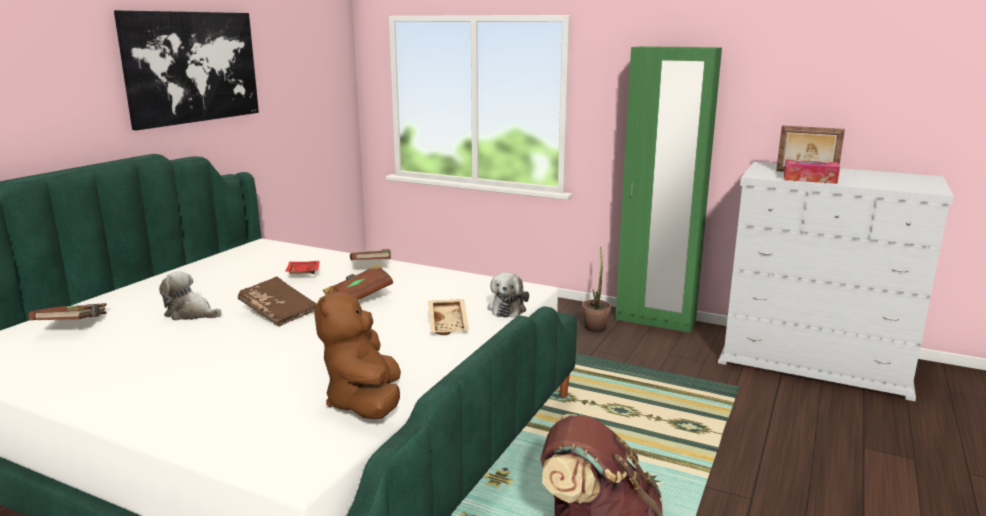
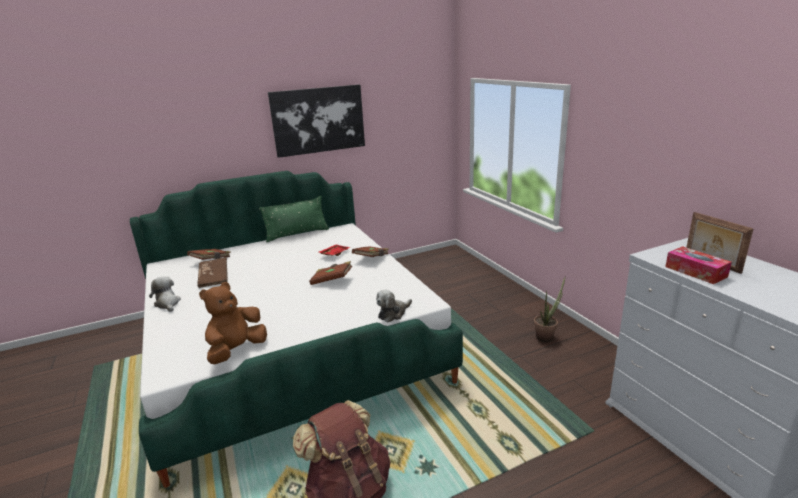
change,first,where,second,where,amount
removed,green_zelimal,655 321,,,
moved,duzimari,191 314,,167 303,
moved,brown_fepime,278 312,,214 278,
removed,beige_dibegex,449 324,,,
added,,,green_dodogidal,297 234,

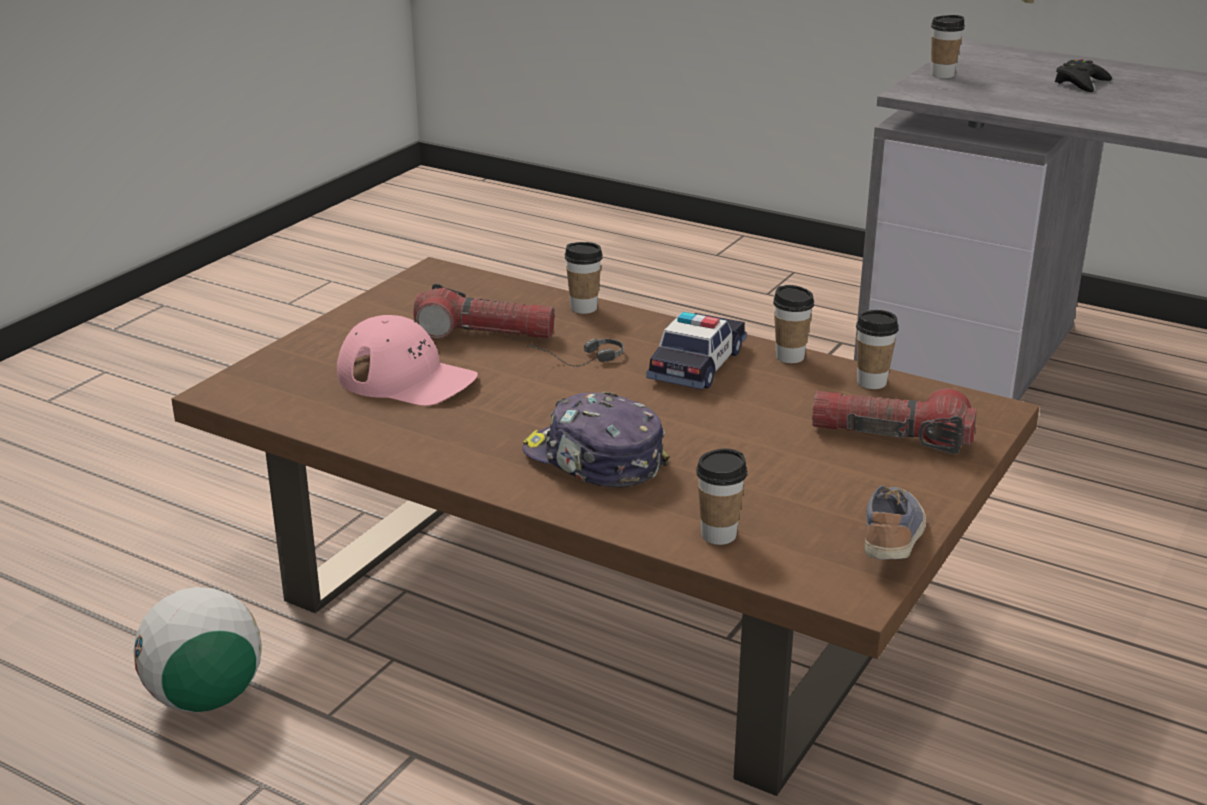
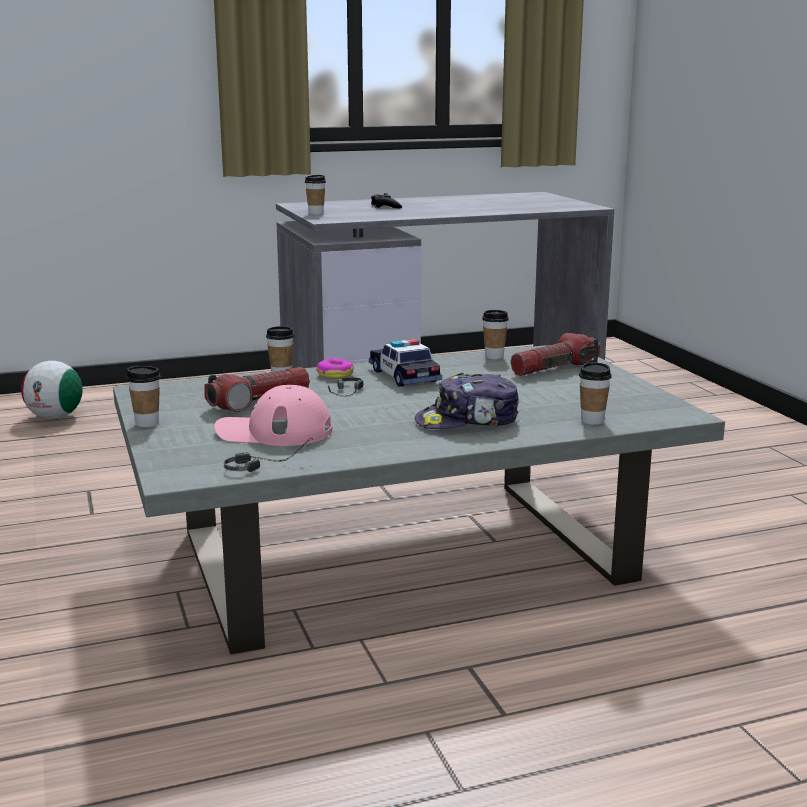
change,first,where,second,where,amount
recoloured,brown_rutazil,596 597,grey_rutazil,401 558,
moved,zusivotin,790 357,,147 423,
turned,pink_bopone,407 378,,273 431,150 degrees counterclockwise
removed,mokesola,892 540,,,
moved,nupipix,206 698,,55 417,
added,,,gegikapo,335 374,
added,,,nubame,267 463,

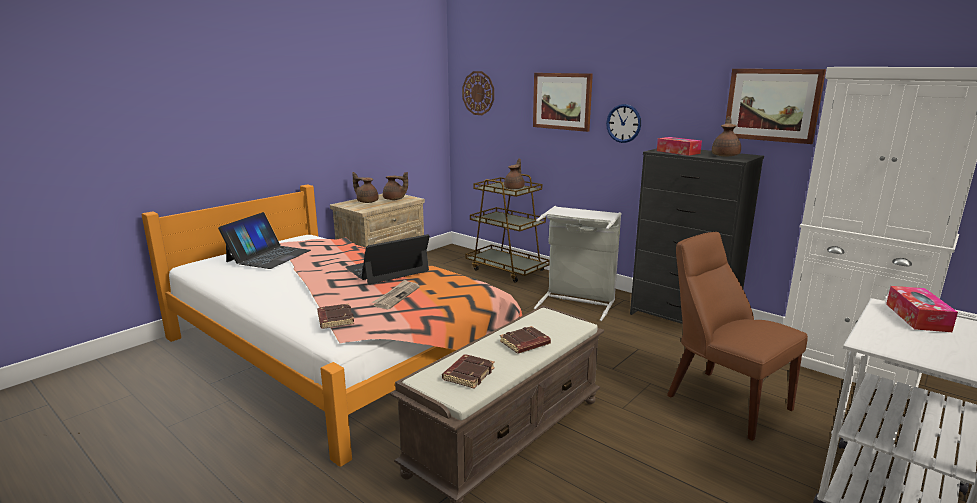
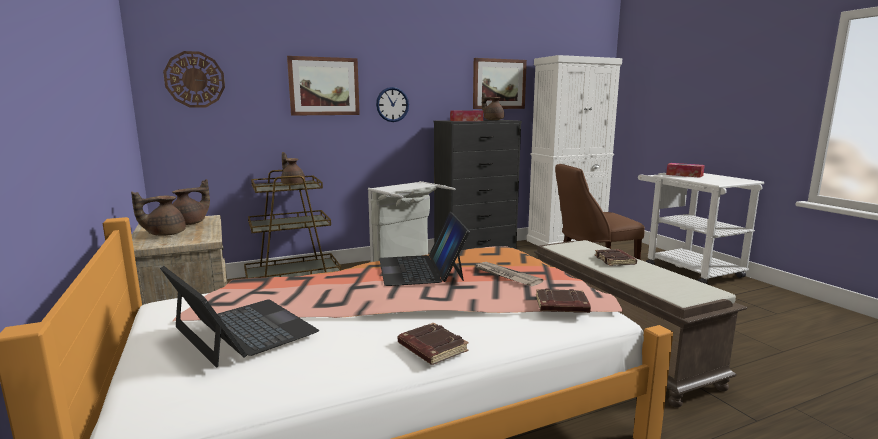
change,first,where,second,where,amount
moved,brown_fepime,468 374,,431 348,

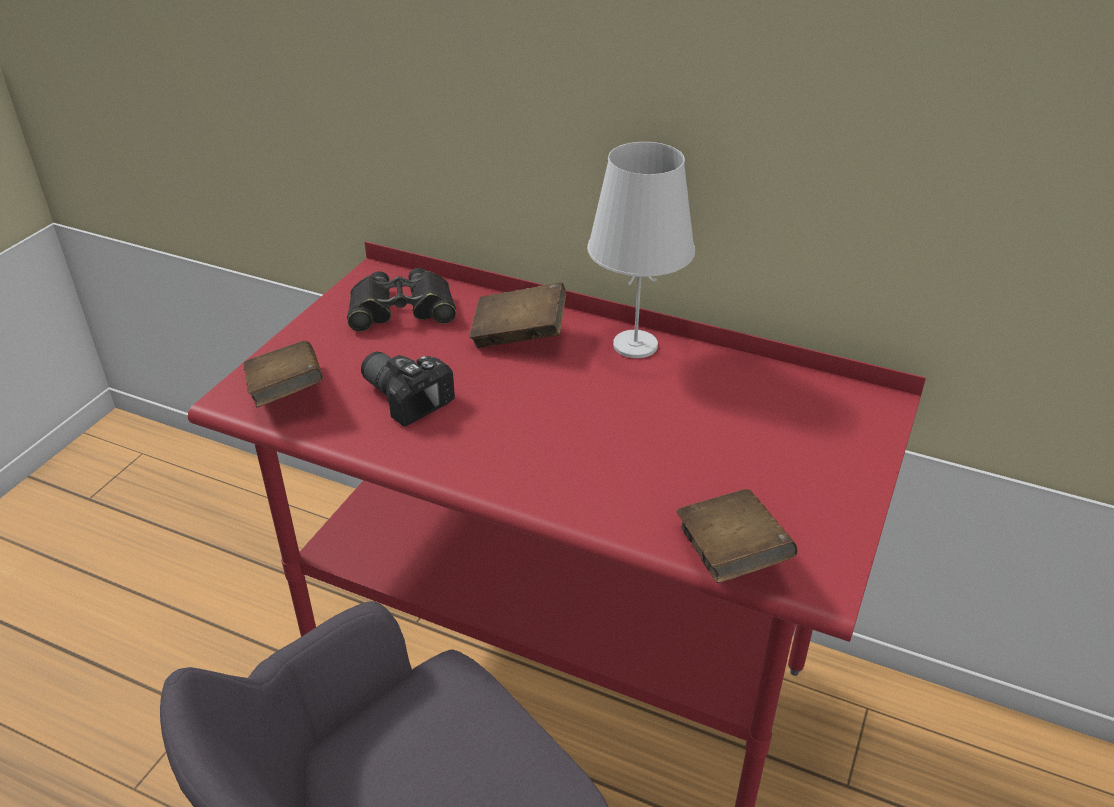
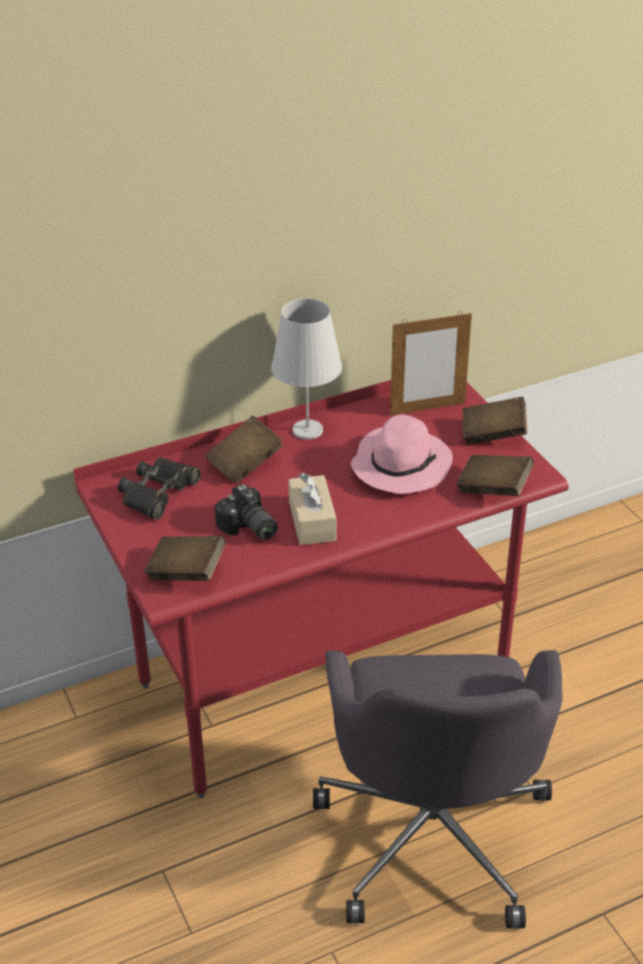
change,first,where,second,where,amount
turned,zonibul,407 395,,248 528,120 degrees counterclockwise
added,,,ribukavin,427 409,
added,,,brown_fepime,493 434,
added,,,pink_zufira,401 465,
added,,,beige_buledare,312 521,

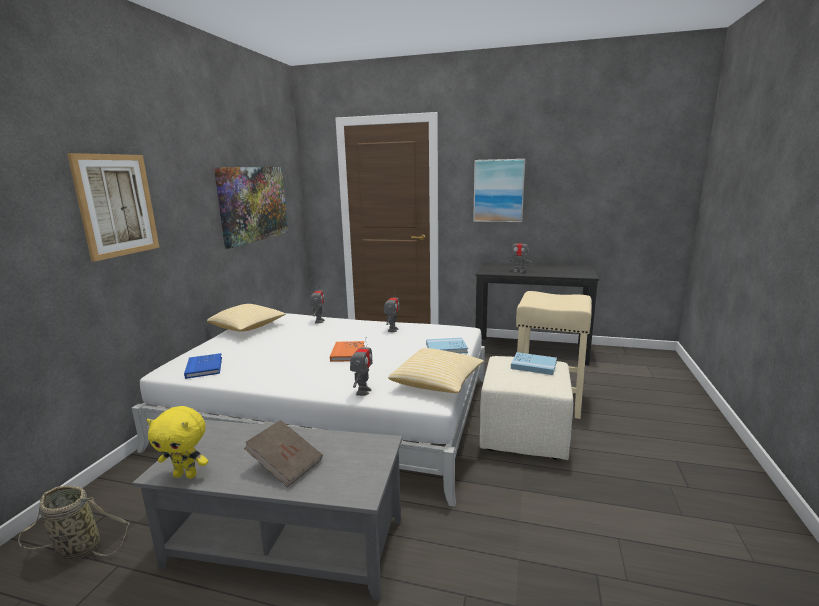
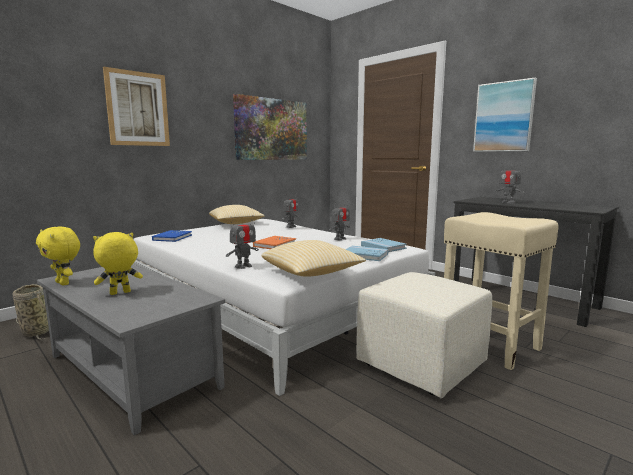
change,first,where,second,where,amount
moved,blue_fepime,533 365,,383 247,
replaced,brown_fepime,286 465,yellow_duzimari,120 293,

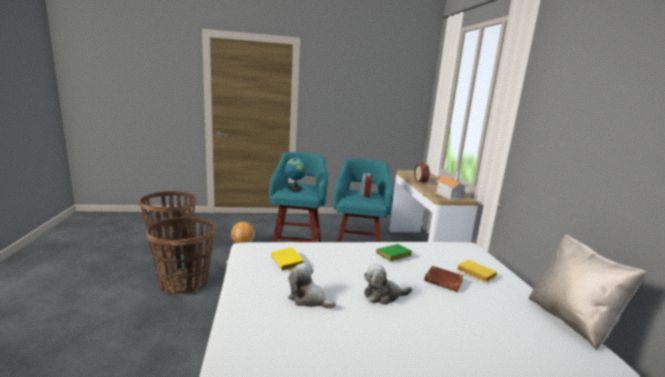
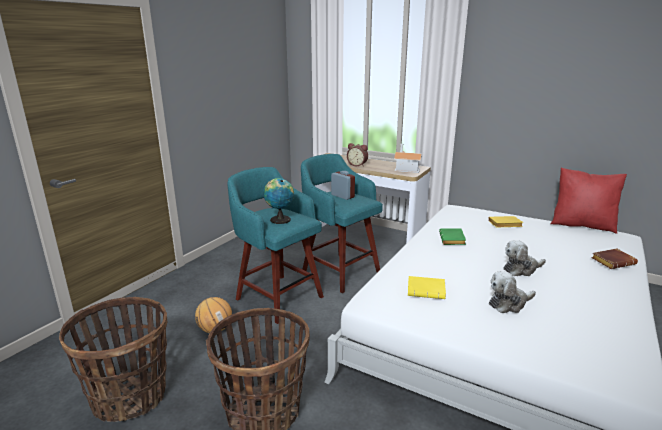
change,first,where,second,where,amount
recoloured,beige_dodogidal,571 320,red_dodogidal,582 225,
turned,duzimari,383 295,,521 269,45 degrees clockwise
moved,brown_fepime,444 281,,613 261,

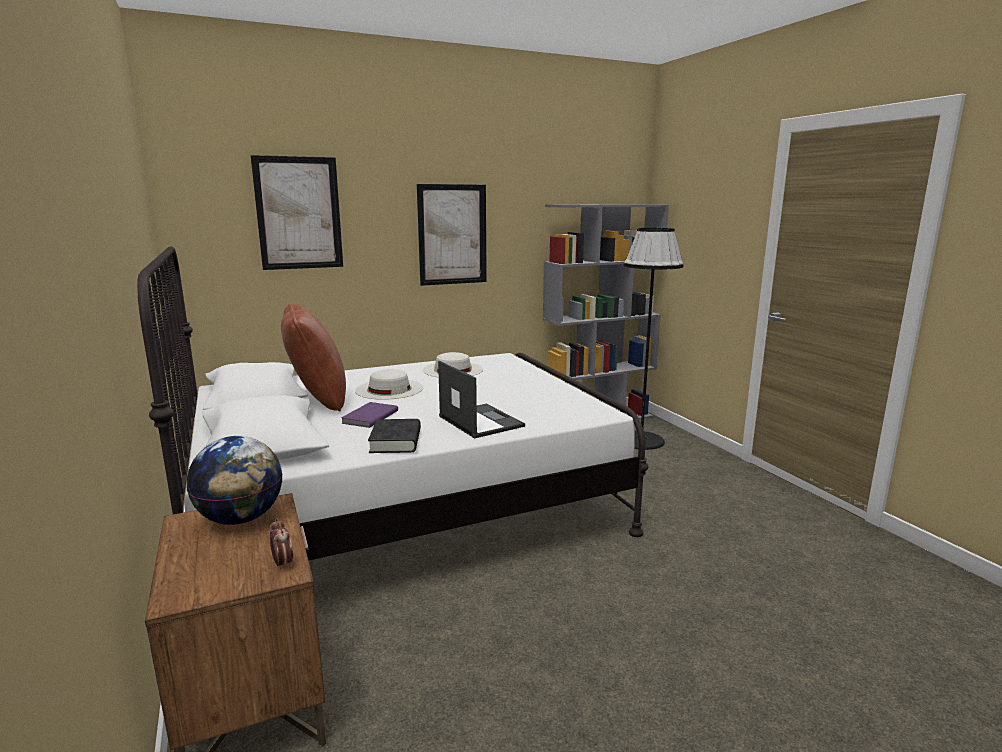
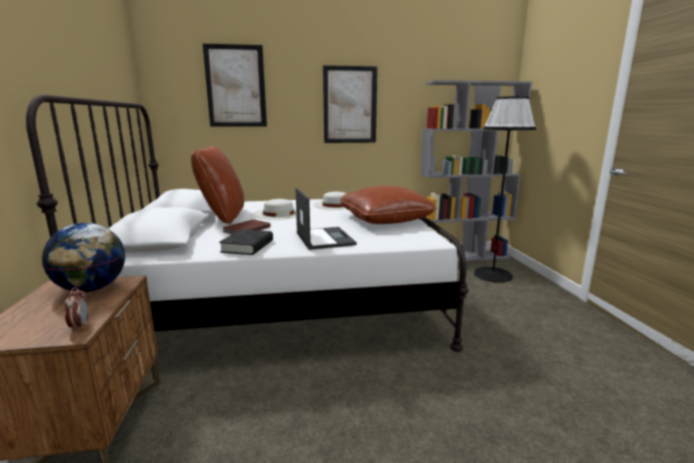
change,first,where,second,where,amount
recoloured,purple_fepime,368 417,brown_fepime,245 229,
added,,,brown_dodogidal,385 220,

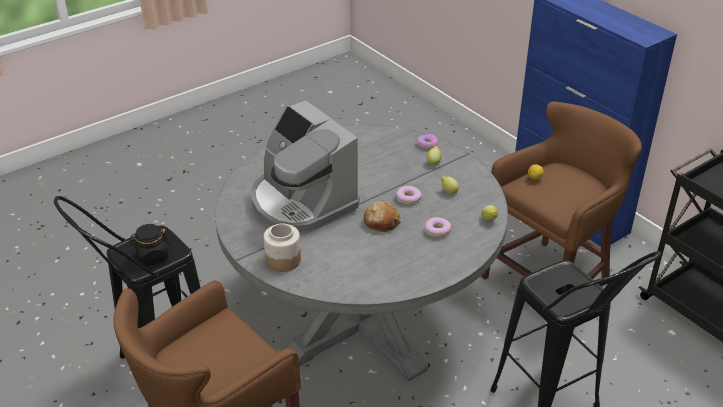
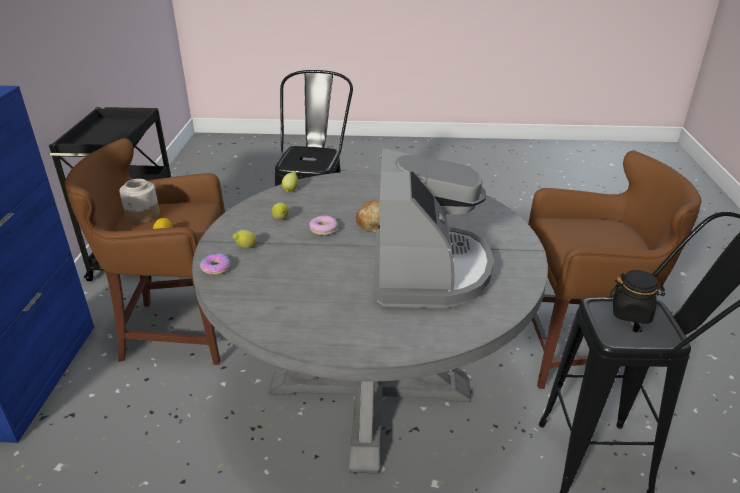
change,first,where,second,where,amount
removed,gegikapo,437 231,,,
moved,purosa,282 260,,143 215,

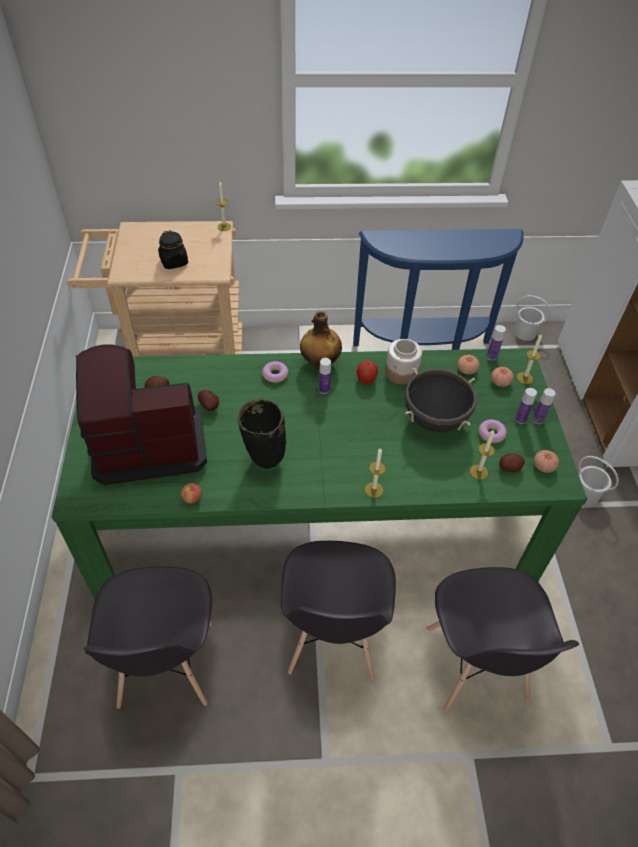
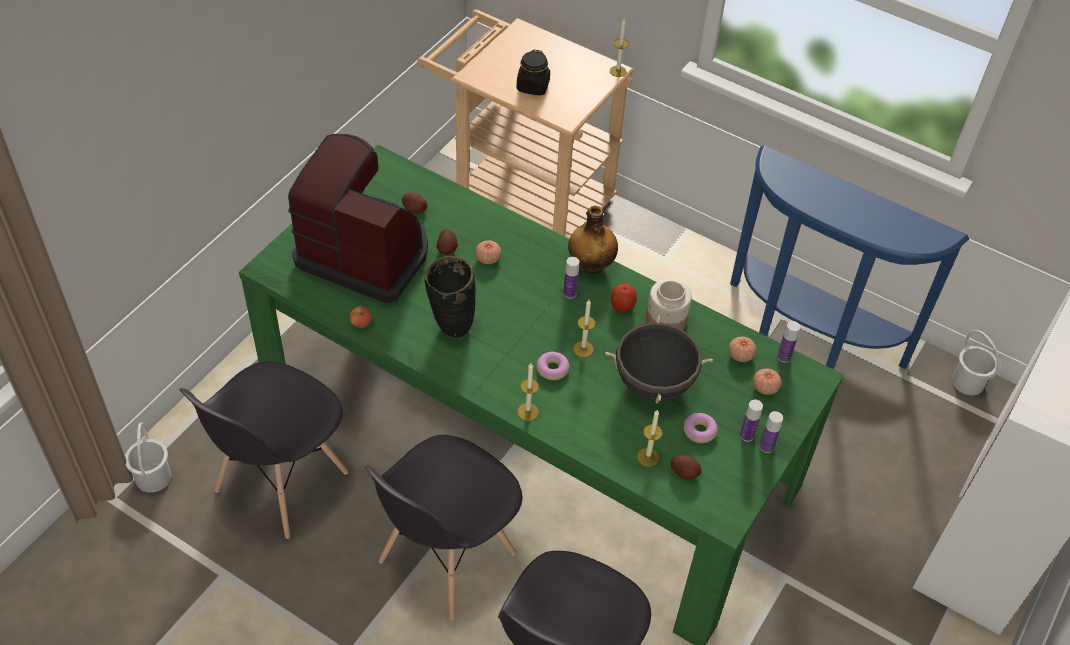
change,first,where,second,where,amount
moved,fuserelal,524 378,,583 349,
moved,gegikapo,275 374,,552 369,
moved,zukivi,544 466,,488 258,
moved,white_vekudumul,585 495,,152 477,

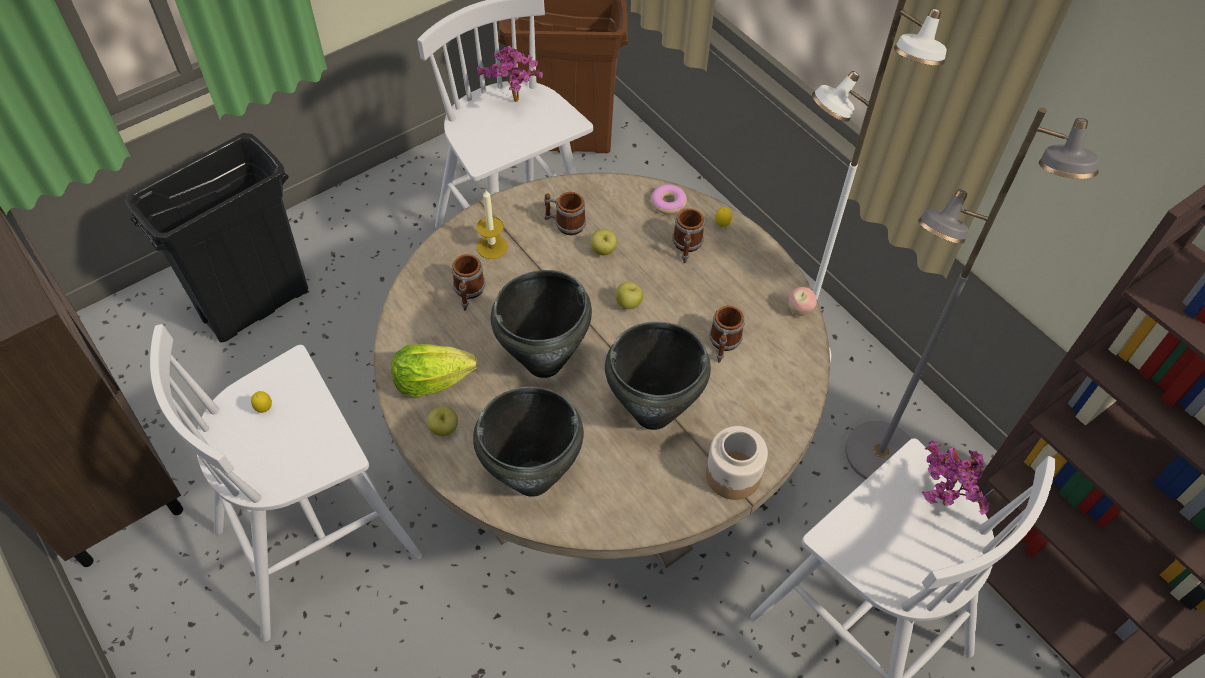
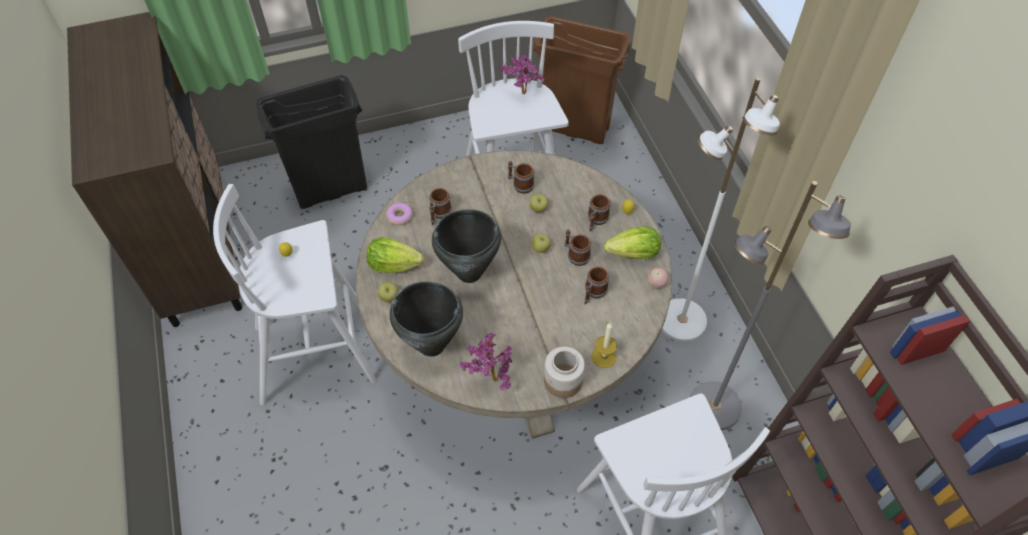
change,first,where,second,where,amount
moved,gegikapo,668 203,,400 216,
moved,fuserelal,492 247,,604 357,
removed,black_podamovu,653 414,,,
moved,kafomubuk,939 505,,490 379,
added,,,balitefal,634 254,
added,,,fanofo,575 255,

